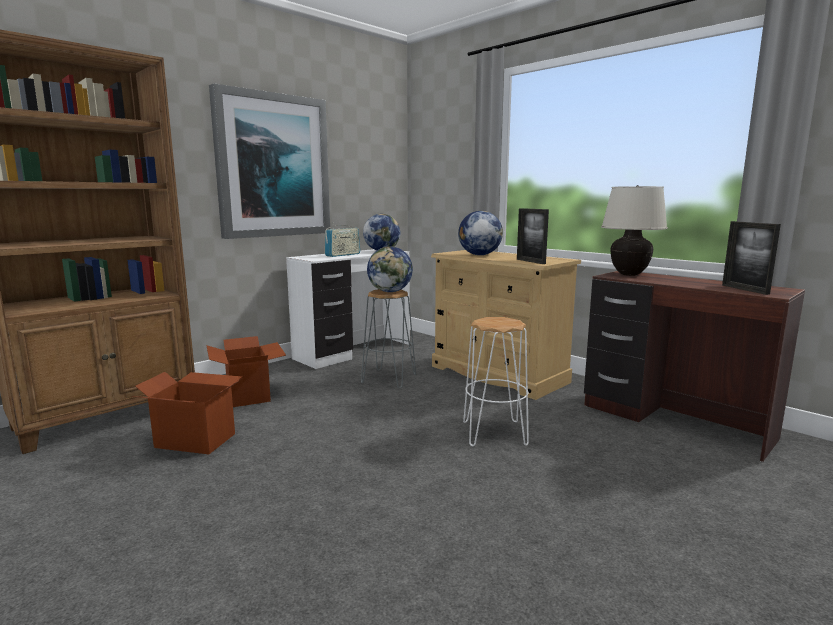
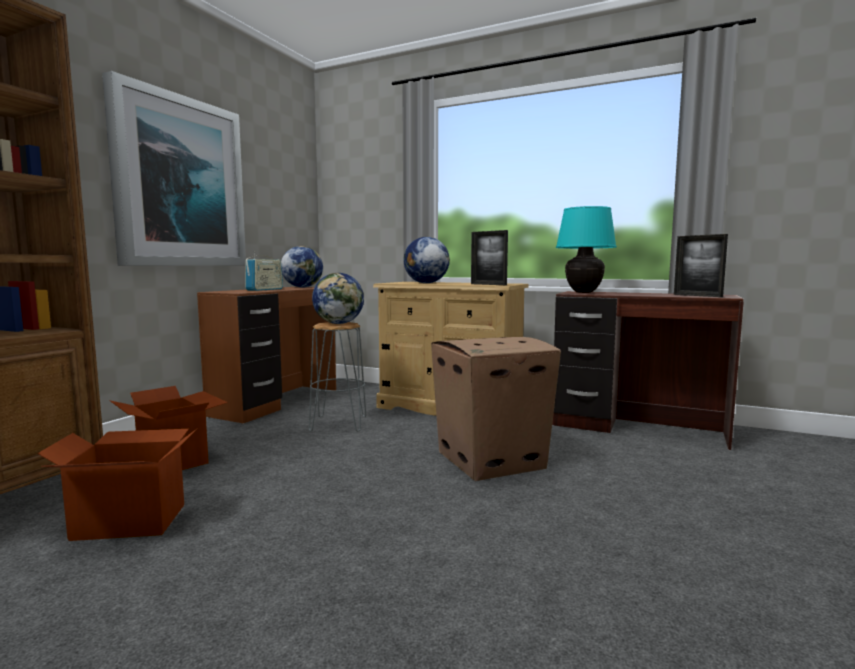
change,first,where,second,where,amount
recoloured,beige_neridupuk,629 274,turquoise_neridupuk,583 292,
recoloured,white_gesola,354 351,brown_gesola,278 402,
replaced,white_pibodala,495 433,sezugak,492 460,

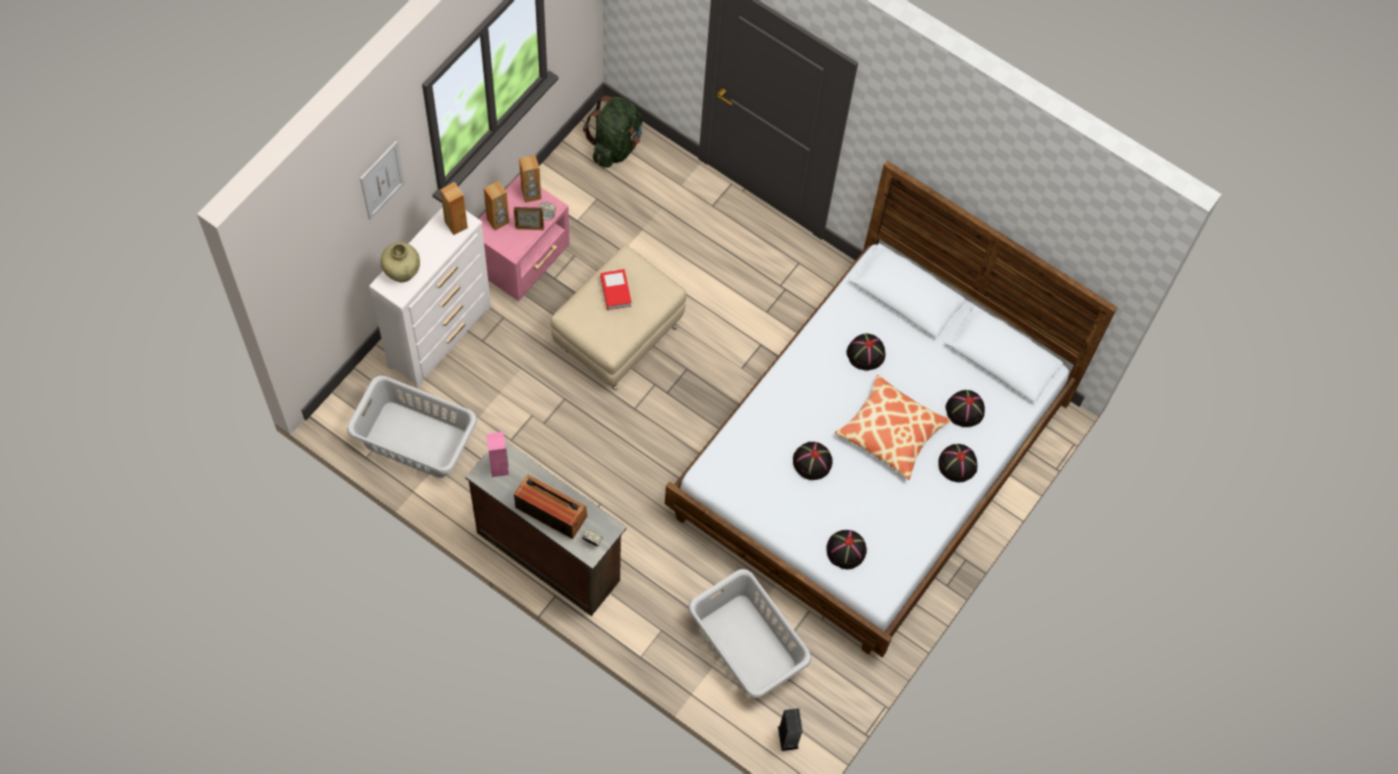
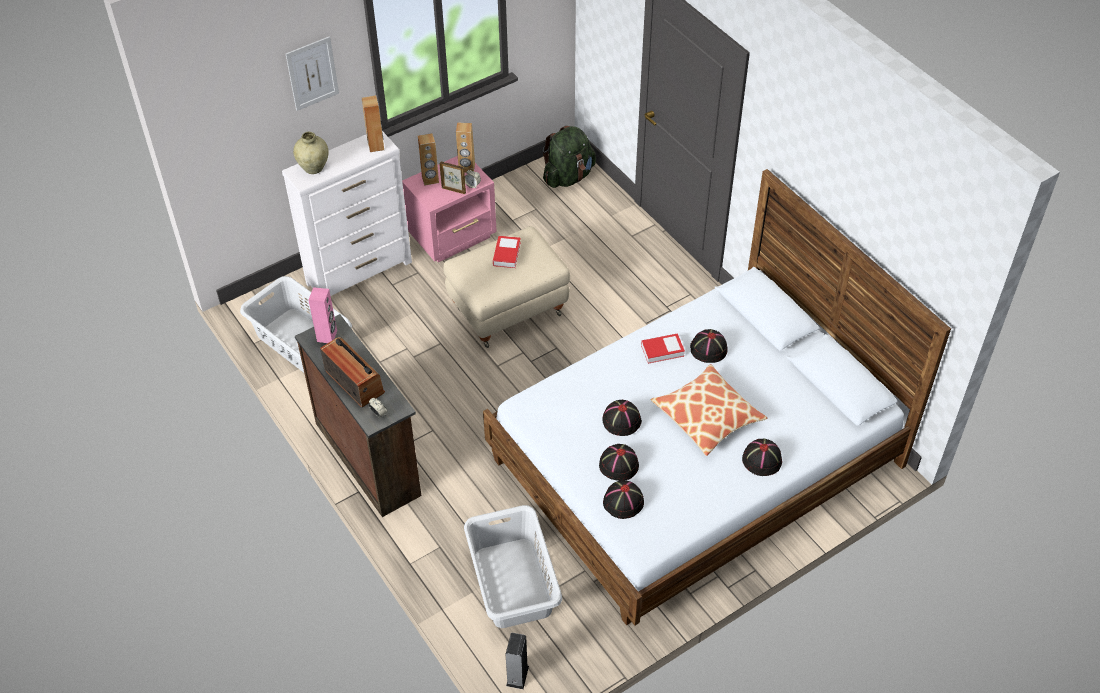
change,first,where,second,where,amount
moved,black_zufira,964 410,,618 465,
added,,,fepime,662 350,

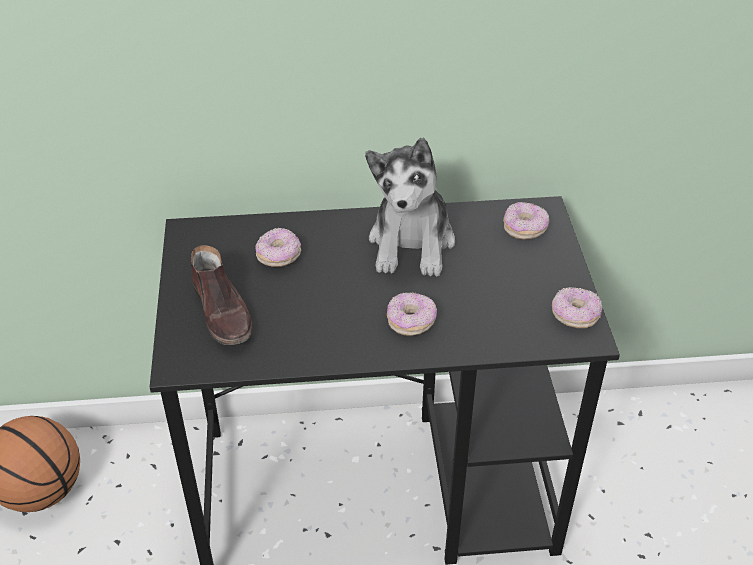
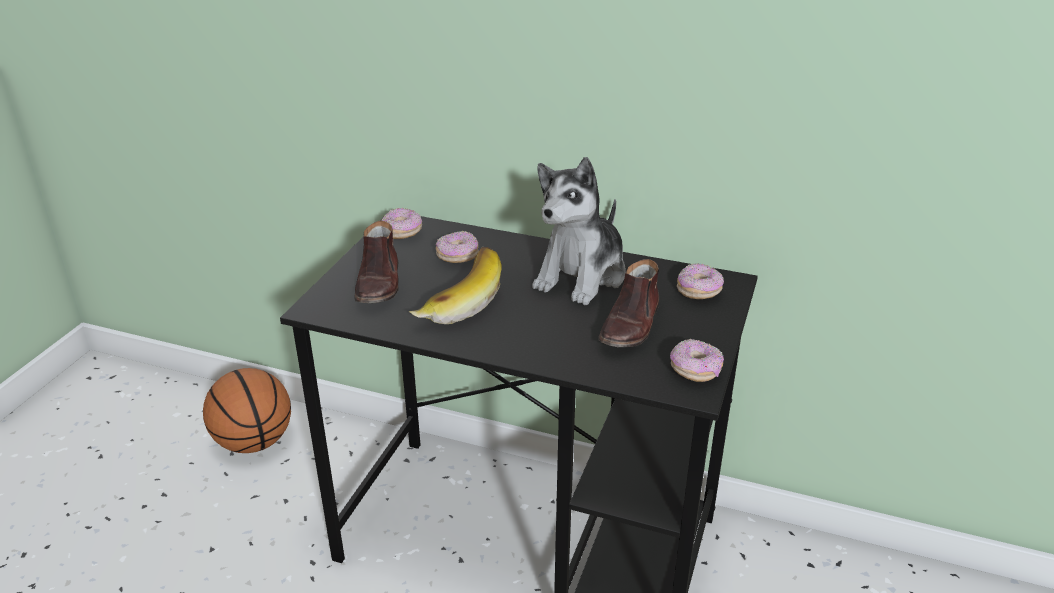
change,first,where,second,where,amount
moved,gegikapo,411 322,,402 232,
added,,,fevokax,456 300,
added,,,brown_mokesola,631 325,

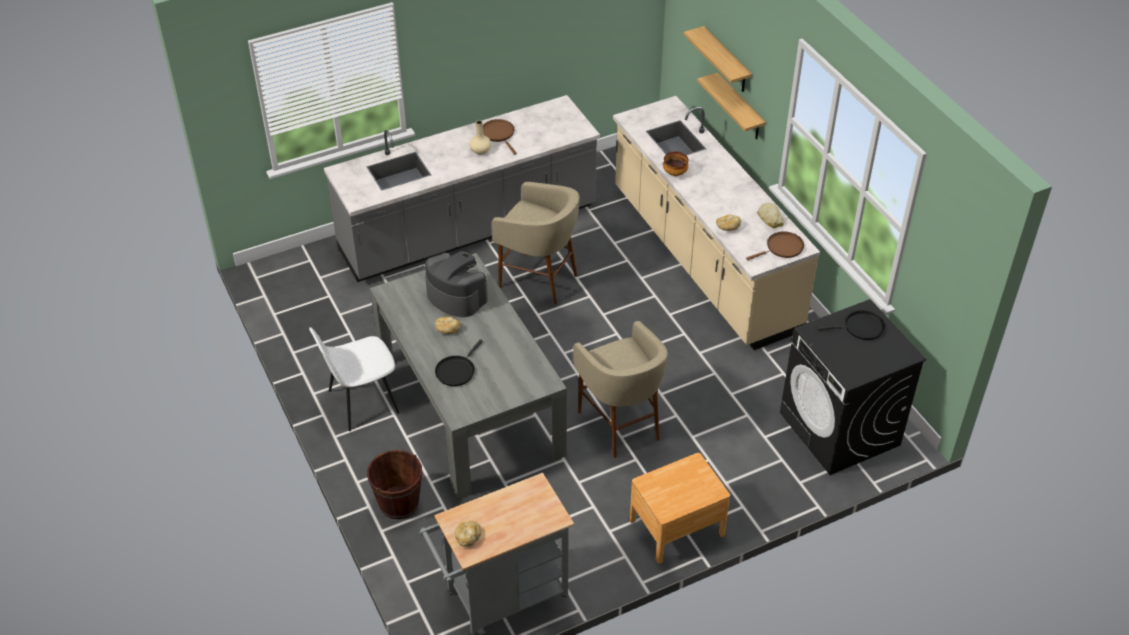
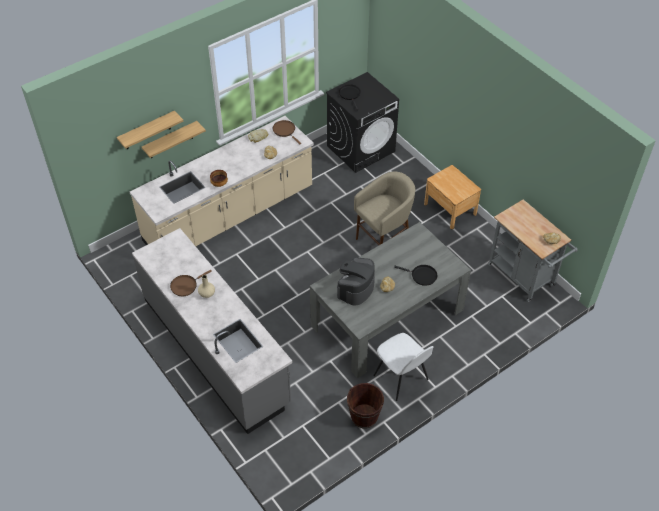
change,first,where,second,where,amount
removed,beige_pibodala,539 280,,,
moved,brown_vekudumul,399 503,,364 416,

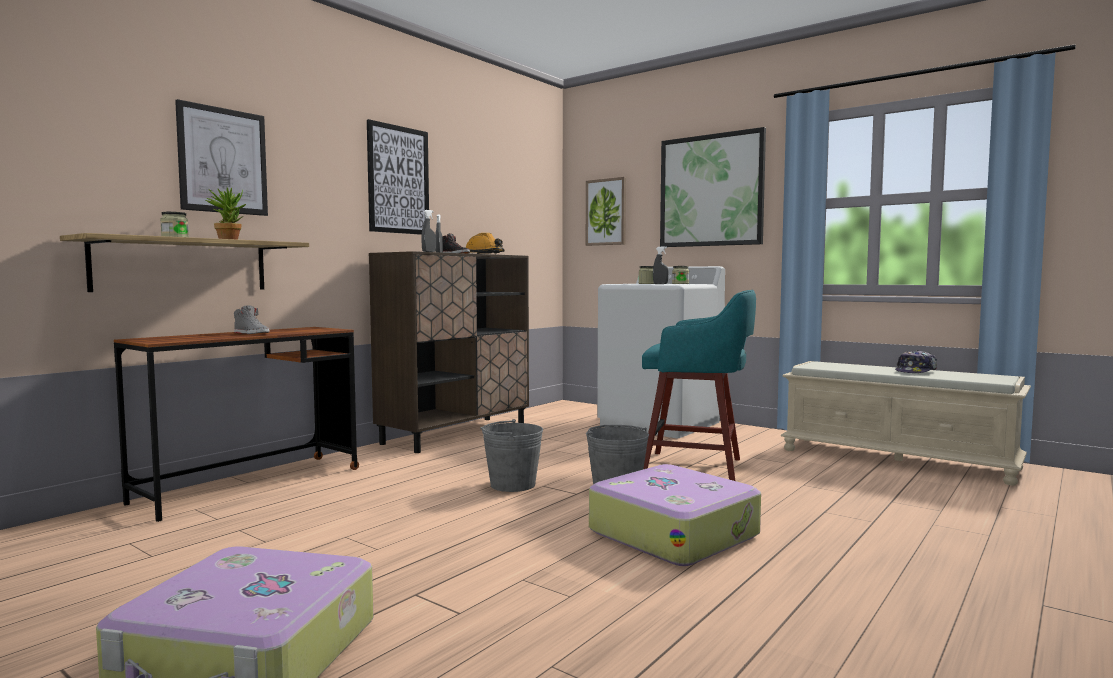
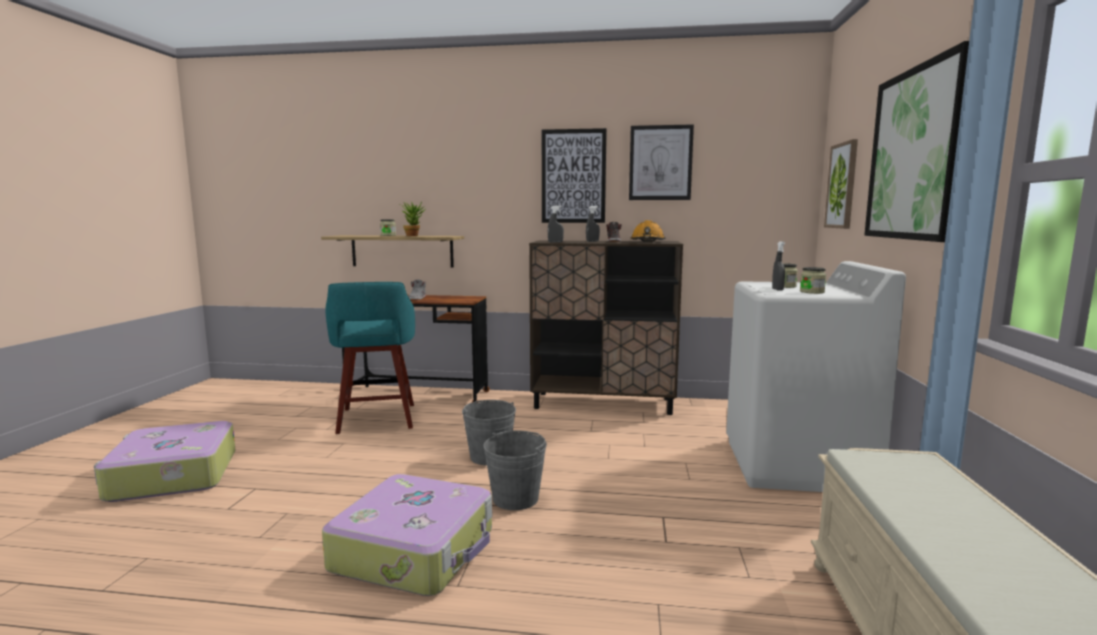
change,first,where,second,where,amount
moved,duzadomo,223 161,,660 163,
moved,turquoise_pibodala,696 467,,376 419,
removed,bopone,916 371,,,

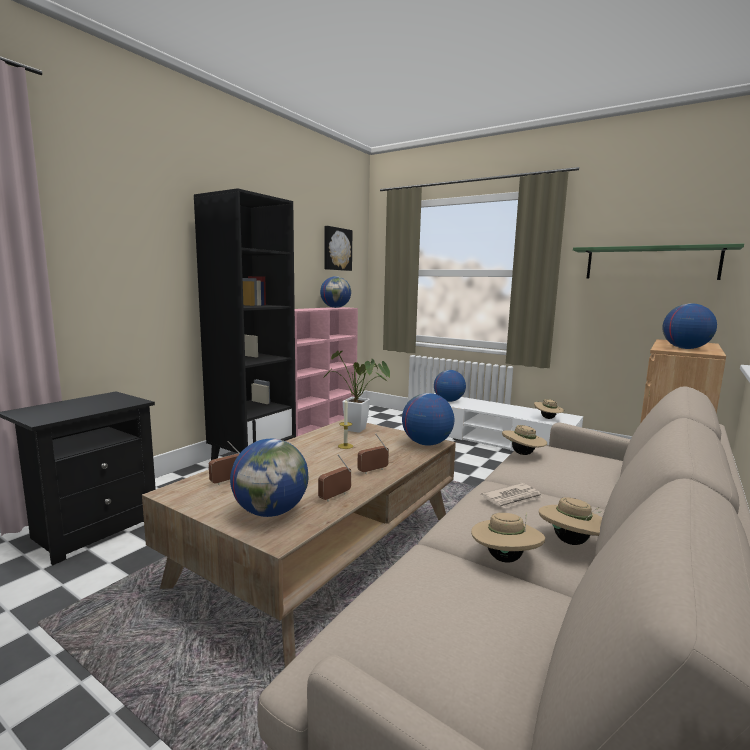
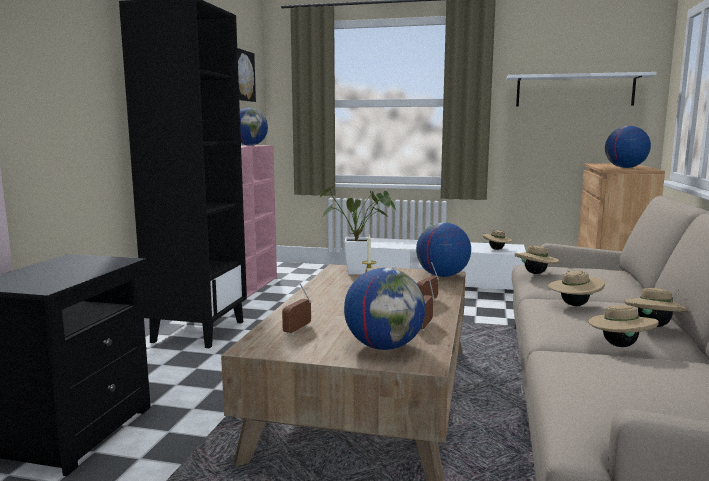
change,first,where,second,where,amount
recoloured,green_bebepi,651 263,white_bebepi,574 91,
removed,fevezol,448 401,,,
replaced,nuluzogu,513 498,beige_zufira,574 305,

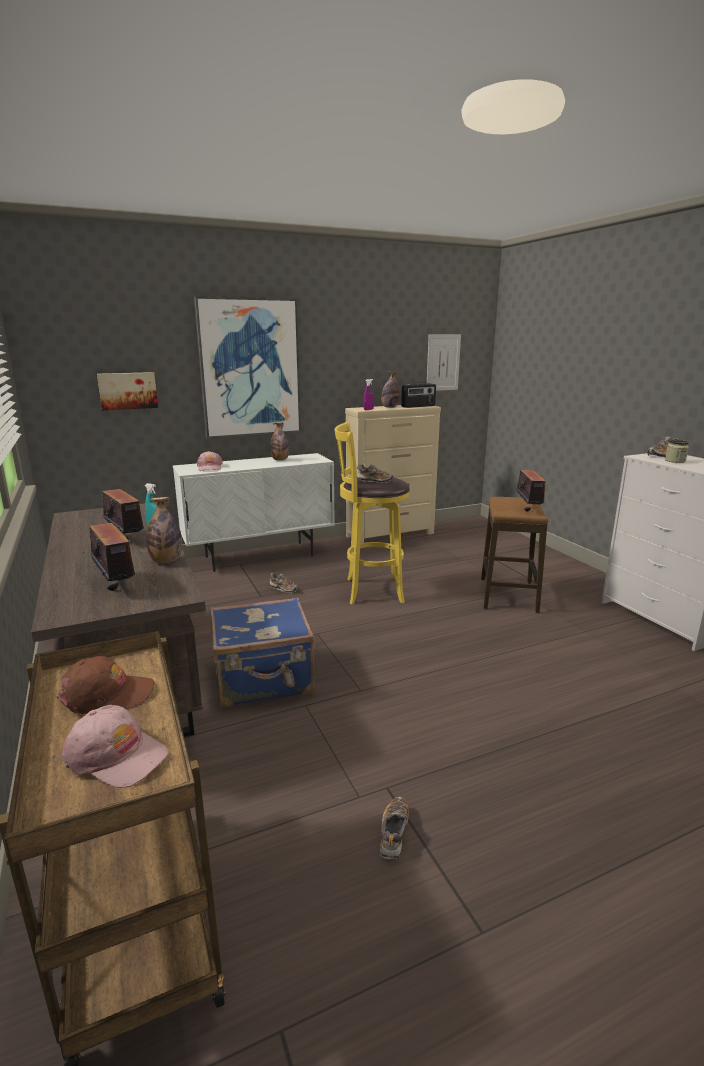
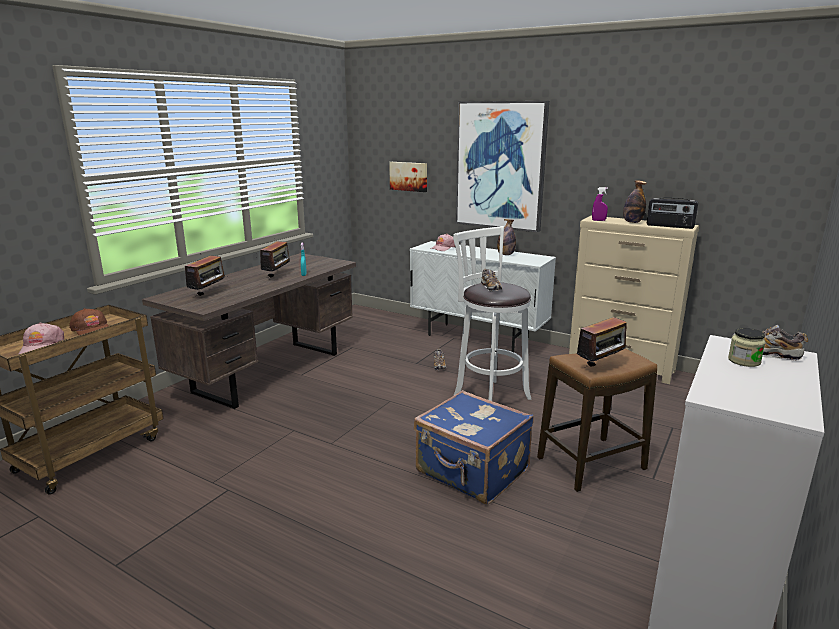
change,first,where,second,where,amount
removed,duzadomo,443 362,,,
recoloured,yellow_pibodala,370 590,white_pibodala,489 396,
removed,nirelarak,166 561,,,
moved,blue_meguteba,264 680,,472 472,
removed,mokesola,394 833,,,

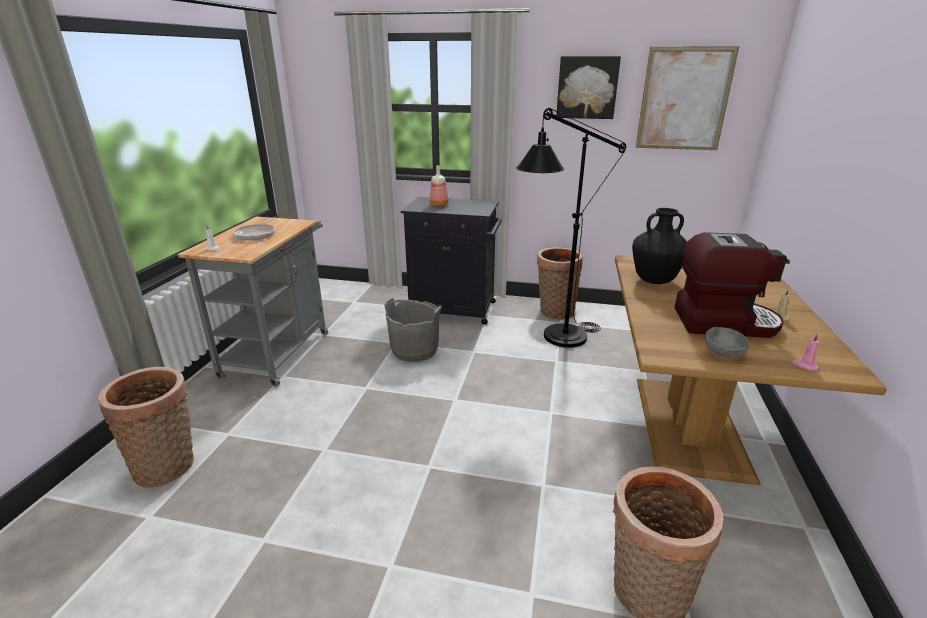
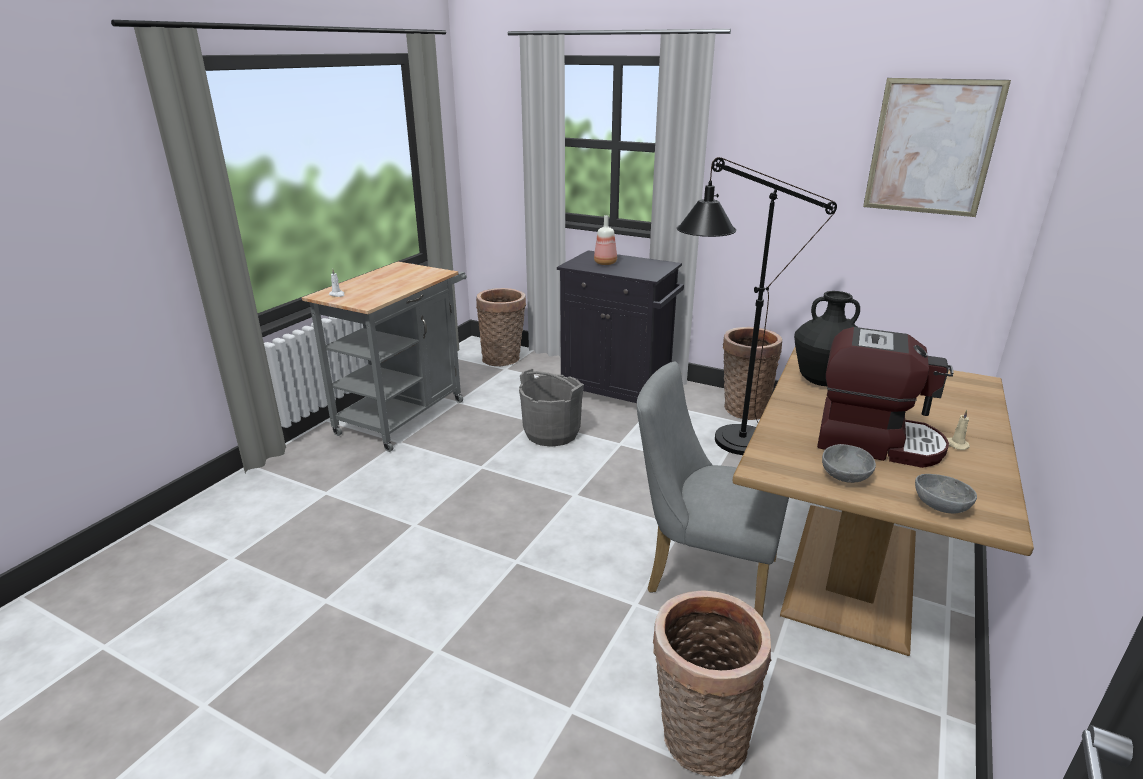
change,first,where,second,where,amount
removed,duzadomo,587 87,,,
removed,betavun,257 235,,,
replaced,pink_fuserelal,804 365,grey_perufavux,940 505,
moved,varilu,168 466,,503 358,
added,,,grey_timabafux,701 574,

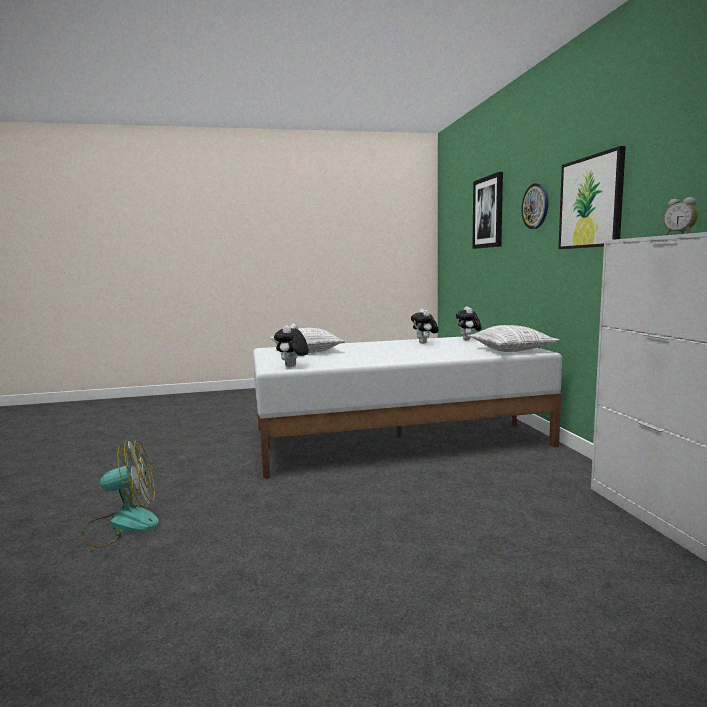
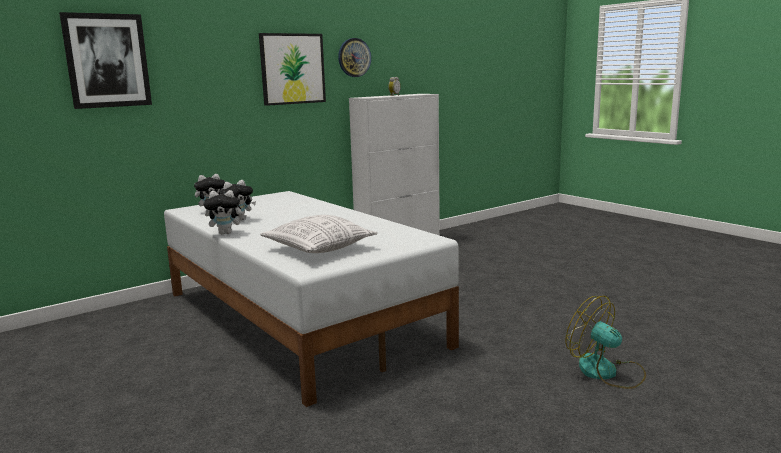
change,first,where,second,where,amount
moved,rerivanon,536 206,,354 57,
moved,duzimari,292 367,,226 233,
removed,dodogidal,511 350,,,

